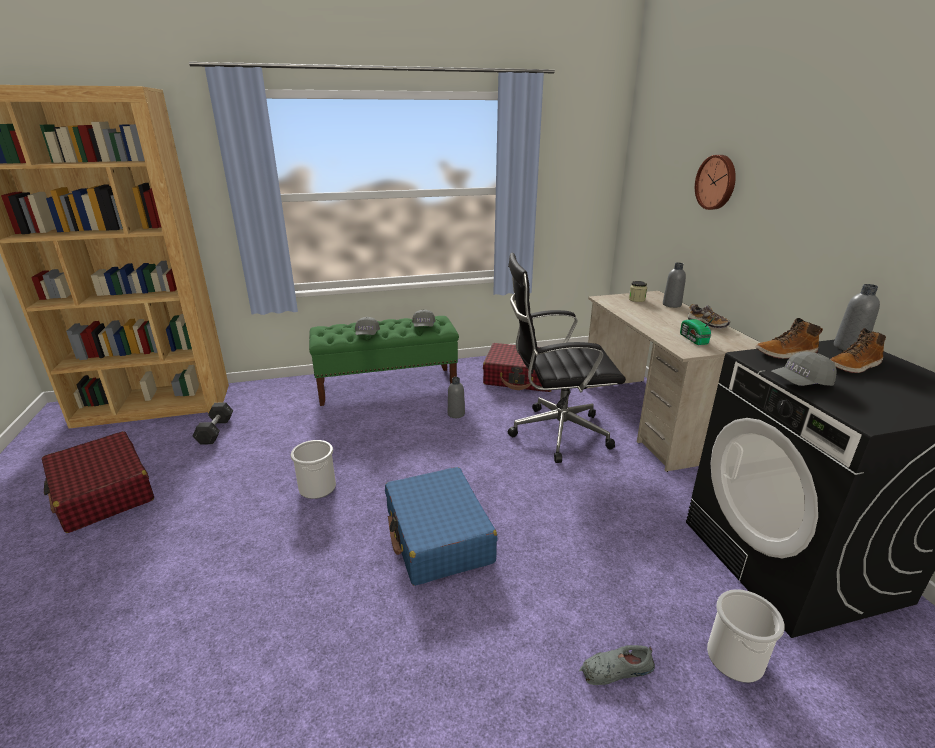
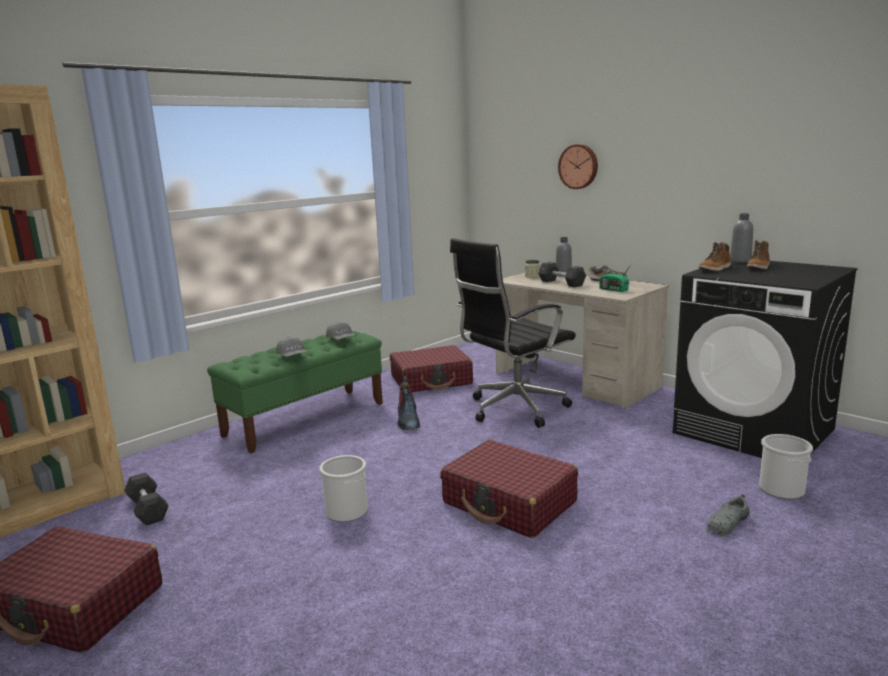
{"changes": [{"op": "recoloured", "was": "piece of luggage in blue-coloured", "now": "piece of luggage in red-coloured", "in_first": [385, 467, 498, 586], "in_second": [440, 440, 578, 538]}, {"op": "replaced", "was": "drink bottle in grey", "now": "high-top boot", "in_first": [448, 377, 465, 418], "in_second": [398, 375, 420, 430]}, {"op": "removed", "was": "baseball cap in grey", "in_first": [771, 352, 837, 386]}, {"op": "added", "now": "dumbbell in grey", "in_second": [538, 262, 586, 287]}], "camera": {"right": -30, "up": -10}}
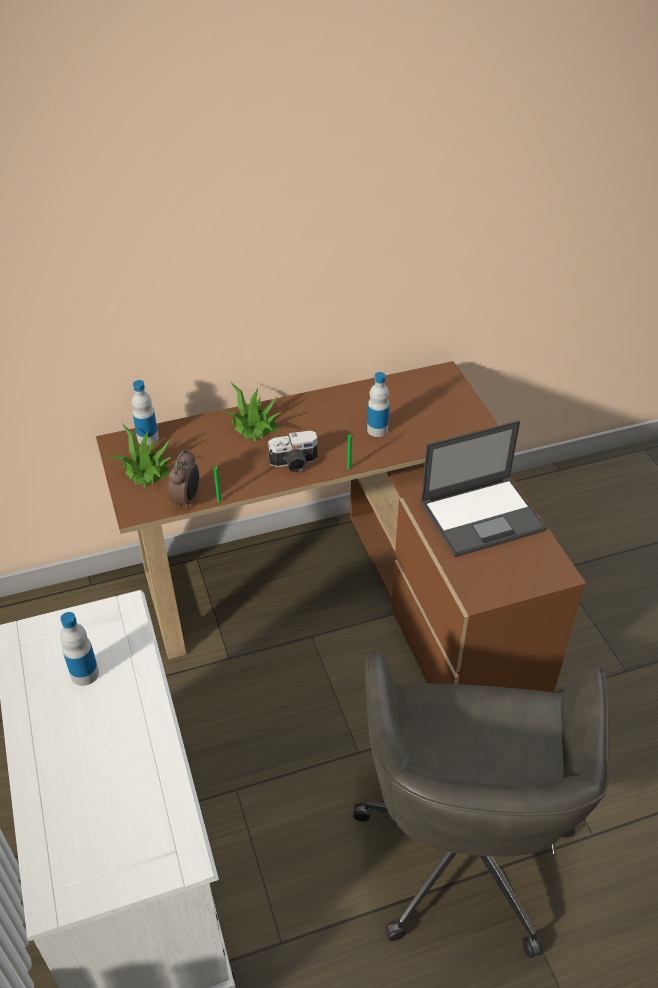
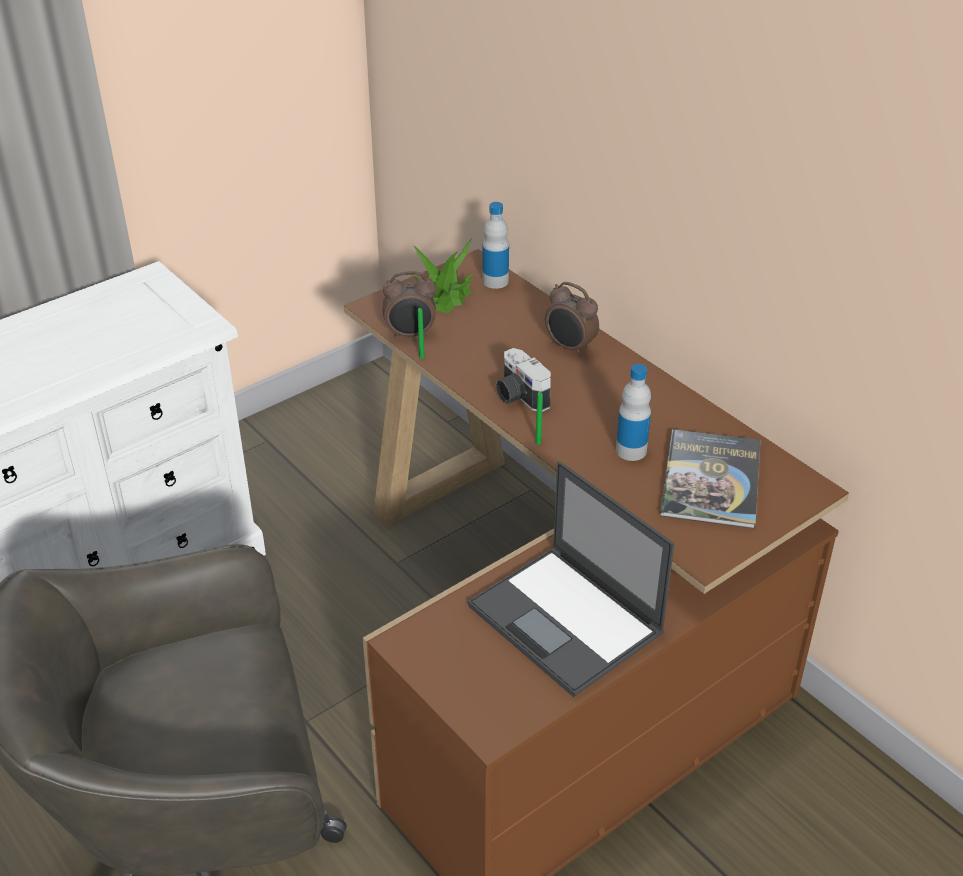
{"changes": [{"op": "removed", "was": "drink bottle", "in_first": [60, 612, 99, 686]}, {"op": "replaced", "was": "houseplant", "now": "table clock", "in_first": [220, 381, 281, 442], "in_second": [545, 282, 599, 356]}, {"op": "added", "now": "book", "in_second": [660, 429, 760, 529]}], "camera": {"right": 70, "up": -5}}
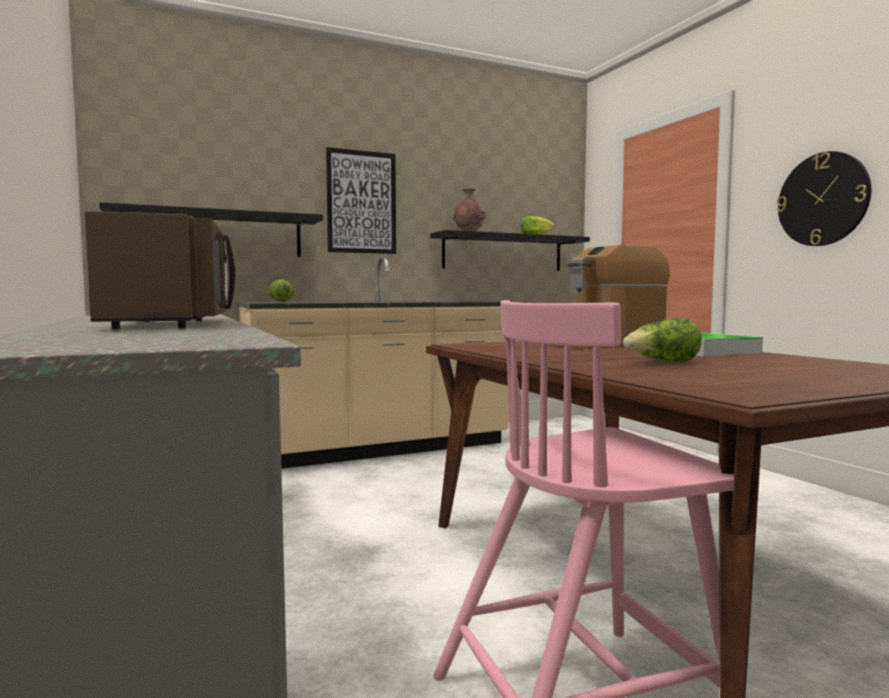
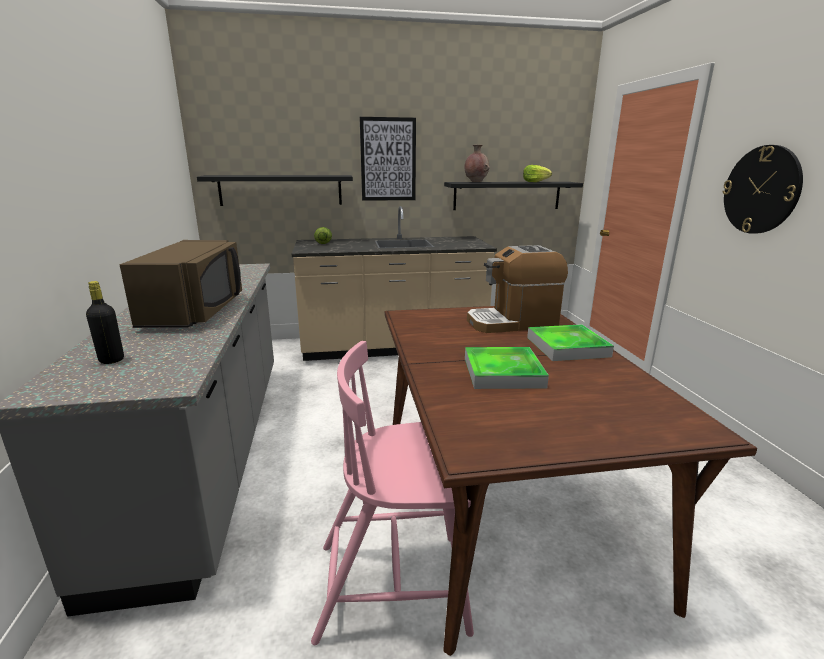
{"changes": [{"op": "replaced", "was": "lettuce", "now": "carrying tray", "in_first": [623, 318, 702, 362], "in_second": [465, 347, 549, 389]}, {"op": "added", "now": "drink bottle in black-coloured", "in_second": [86, 281, 124, 364]}], "camera": {"right": 15, "up": 15}}
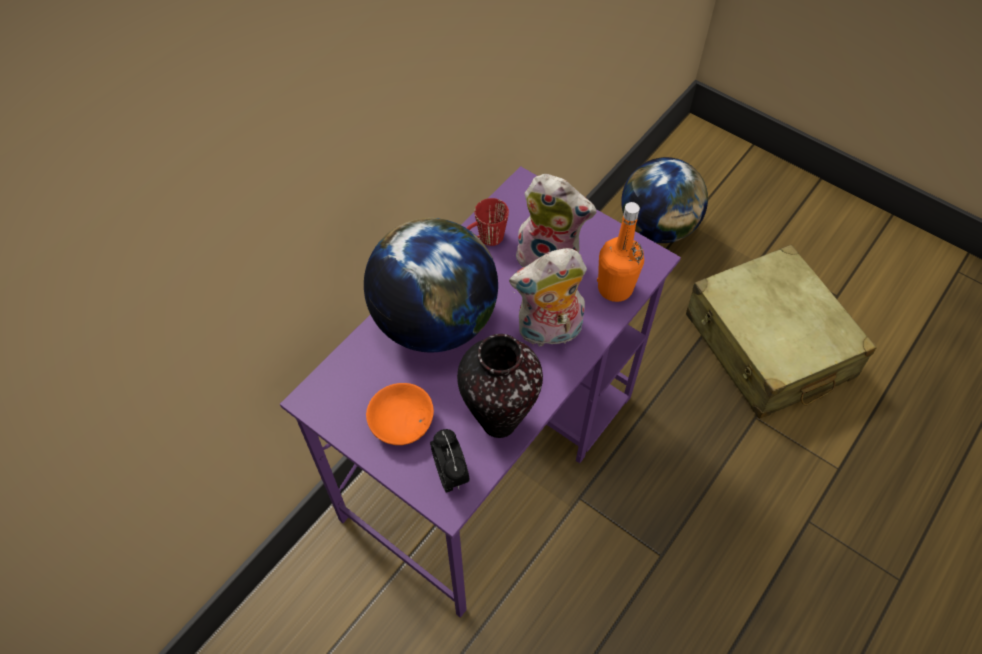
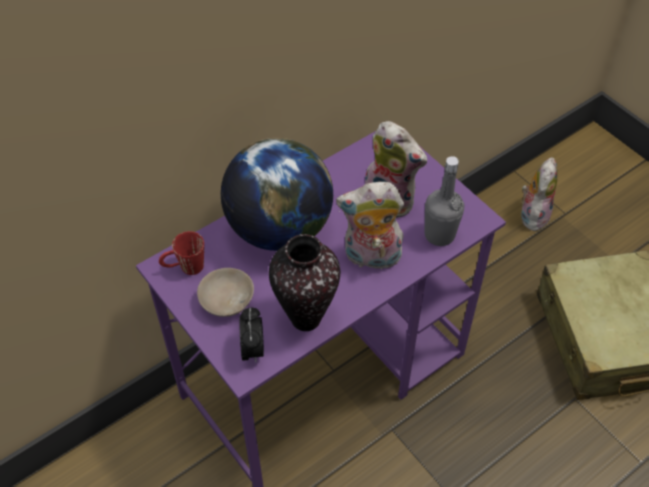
{"changes": [{"op": "recoloured", "was": "serving bowl in orange", "now": "serving bowl in beige", "in_first": [366, 383, 434, 445], "in_second": [197, 268, 254, 317]}, {"op": "moved", "was": "coffee mug in red-coloured", "in_first": [467, 198, 509, 246], "in_second": [159, 231, 204, 275]}, {"op": "recoloured", "was": "drink bottle in orange", "now": "drink bottle in grey", "in_first": [597, 202, 644, 302], "in_second": [425, 156, 464, 246]}, {"op": "replaced", "was": "world globe", "now": "plush toy", "in_first": [621, 157, 708, 243], "in_second": [521, 157, 558, 231]}], "camera": {"right": 15, "up": -5}}
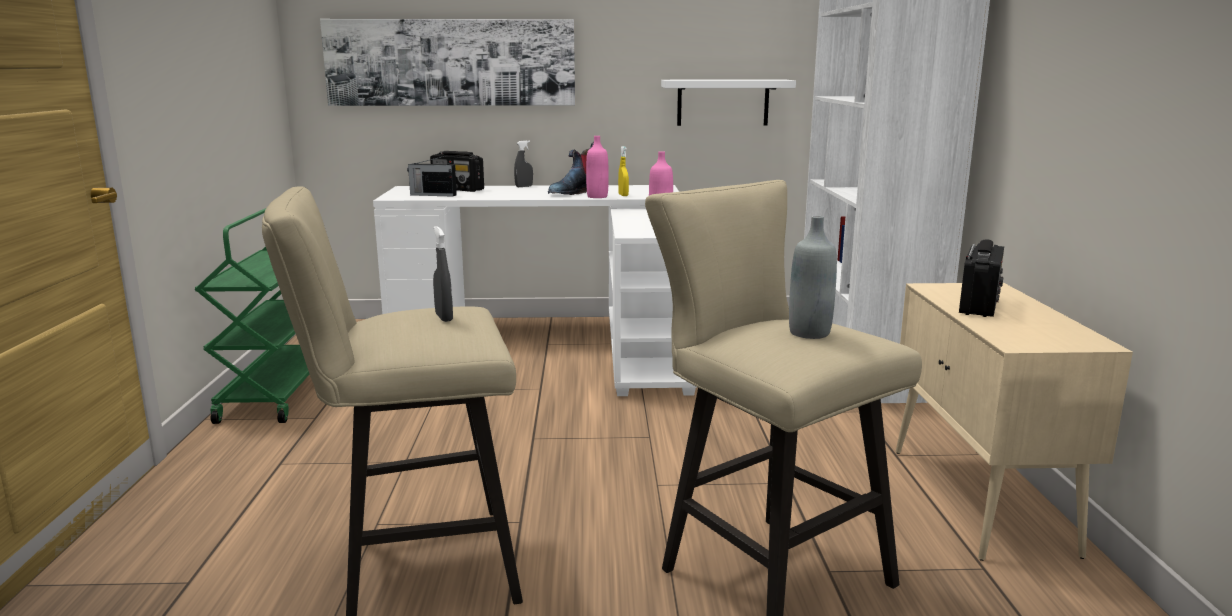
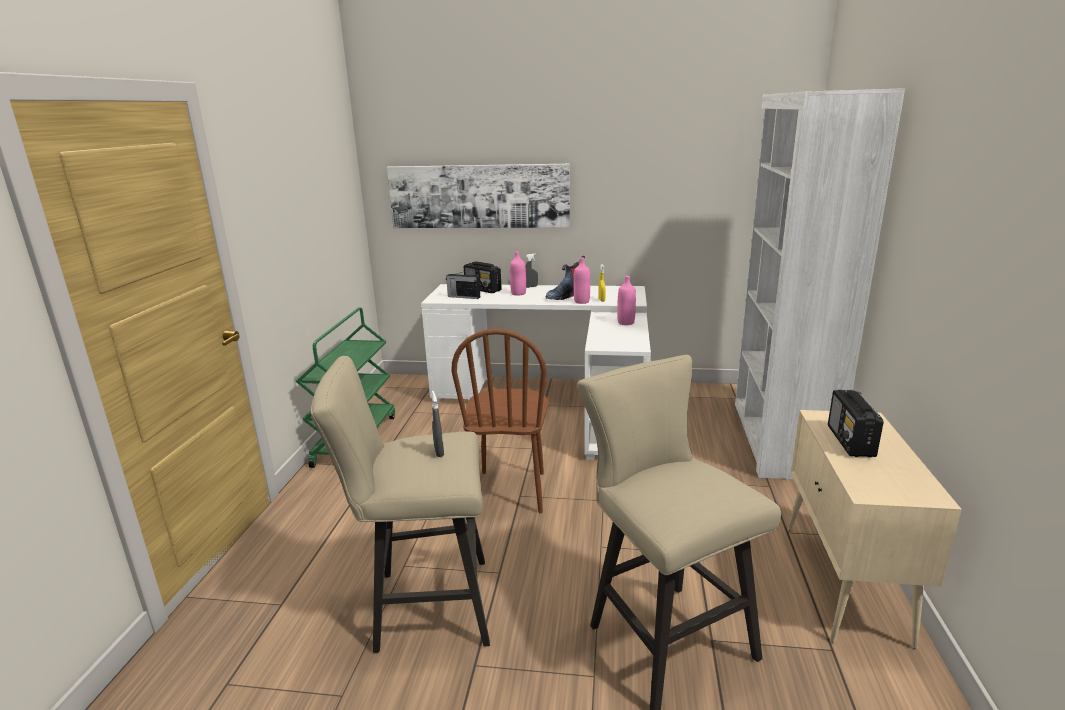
{"changes": [{"op": "removed", "was": "wall shelf in whitish", "in_first": [661, 80, 796, 126]}, {"op": "removed", "was": "drink bottle in grey", "in_first": [789, 216, 837, 339]}, {"op": "turned", "was": "radio", "in_first": [959, 240, 1004, 317], "in_second": [828, 390, 884, 458], "clockwise": 150}, {"op": "added", "now": "chair in brown", "in_second": [452, 329, 549, 513]}, {"op": "added", "now": "drink bottle in pinkish", "in_second": [510, 251, 526, 296]}], "camera": {"right": 10, "up": 5}}
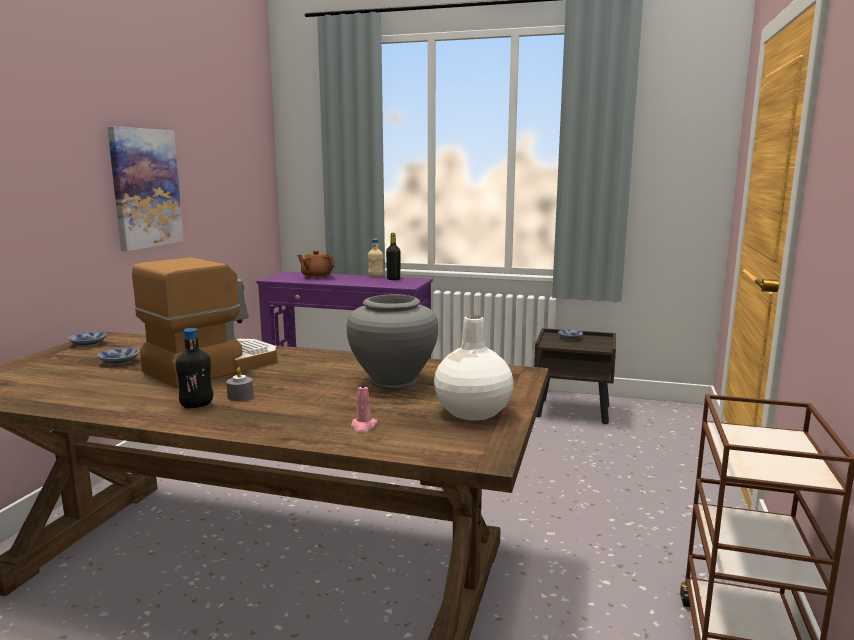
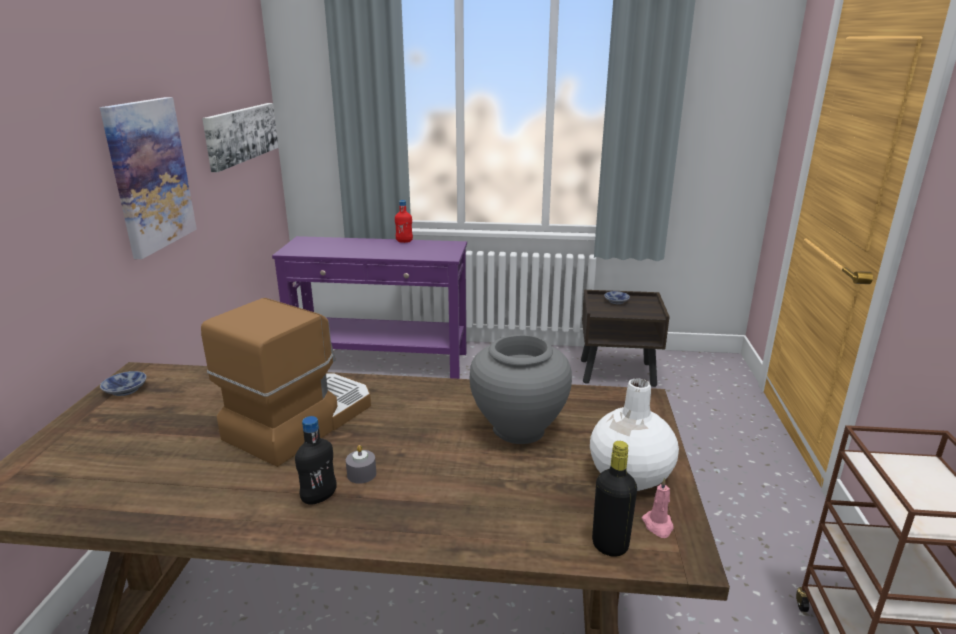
{"changes": [{"op": "removed", "was": "serving bowl", "in_first": [97, 348, 140, 365]}, {"op": "removed", "was": "tea pot in brown", "in_first": [297, 251, 335, 279]}, {"op": "moved", "was": "wax candle in pinkish", "in_first": [351, 378, 378, 432], "in_second": [642, 477, 674, 538]}, {"op": "recoloured", "was": "drink bottle in beige", "now": "drink bottle in red-coloured", "in_first": [368, 239, 384, 277], "in_second": [395, 200, 413, 243]}, {"op": "moved", "was": "drink bottle in black-coloured", "in_first": [386, 233, 400, 280], "in_second": [592, 441, 637, 557]}, {"op": "added", "now": "picture", "in_second": [202, 103, 278, 172]}], "camera": {"right": -10, "up": 10}}
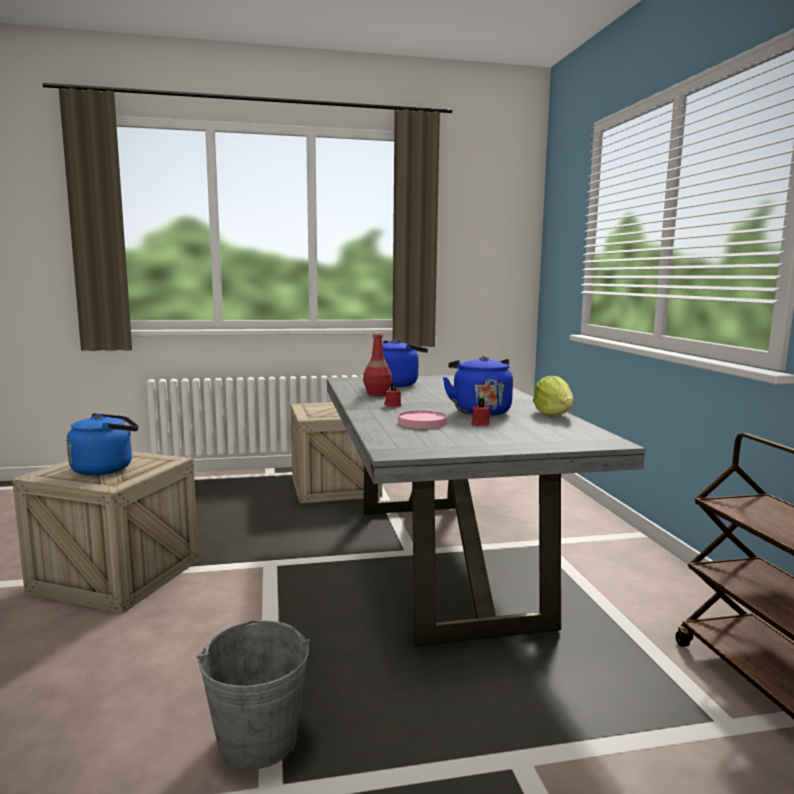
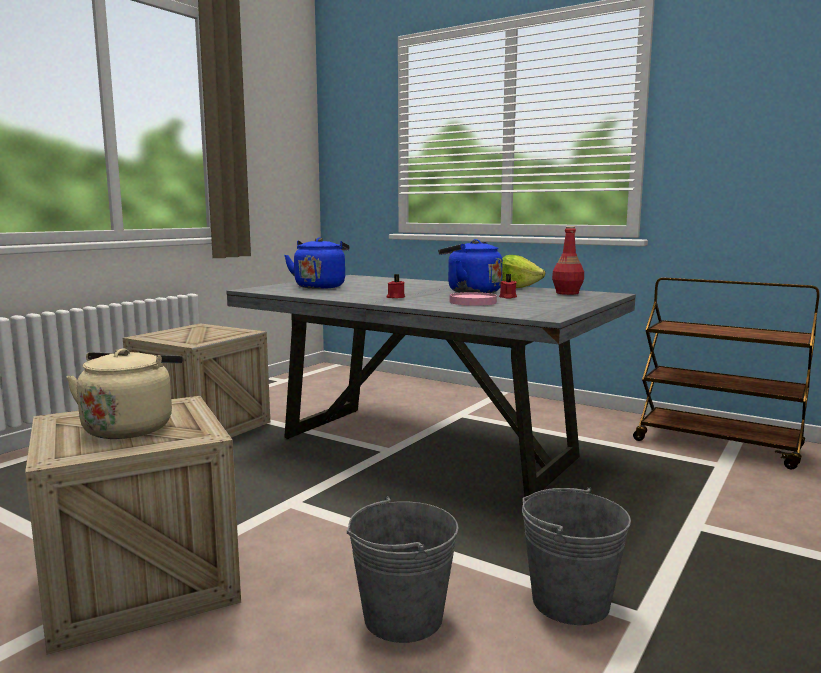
{"changes": [{"op": "recoloured", "was": "kettle in blue-coloured", "now": "kettle in beige", "in_first": [67, 413, 139, 475], "in_second": [66, 348, 183, 439]}, {"op": "moved", "was": "drink bottle in red-coloured", "in_first": [363, 332, 392, 396], "in_second": [552, 226, 584, 295]}, {"op": "added", "now": "pail in grey", "in_second": [347, 496, 459, 643]}], "camera": {"right": -45, "up": 0}}
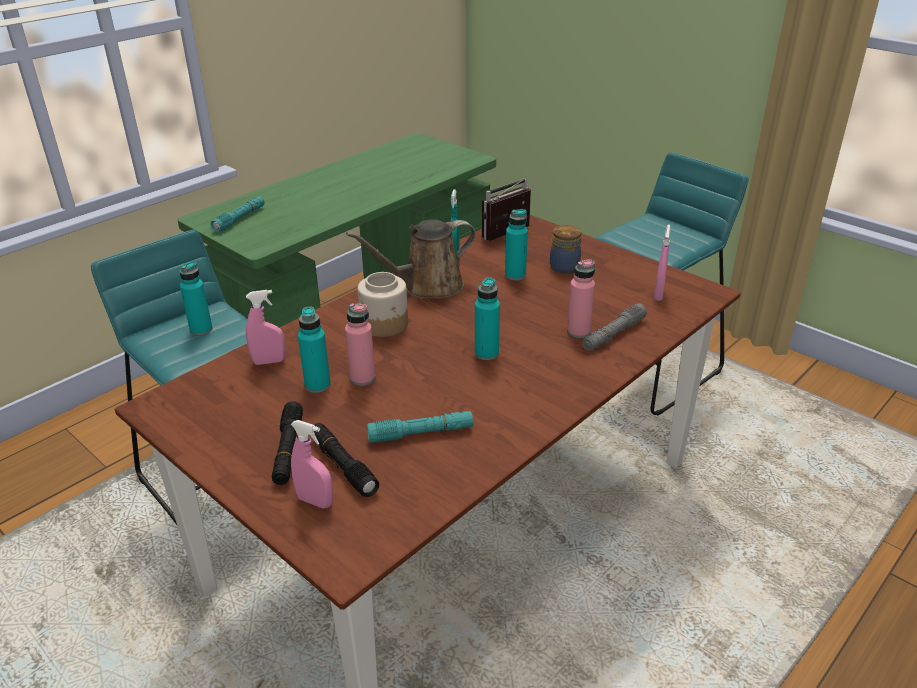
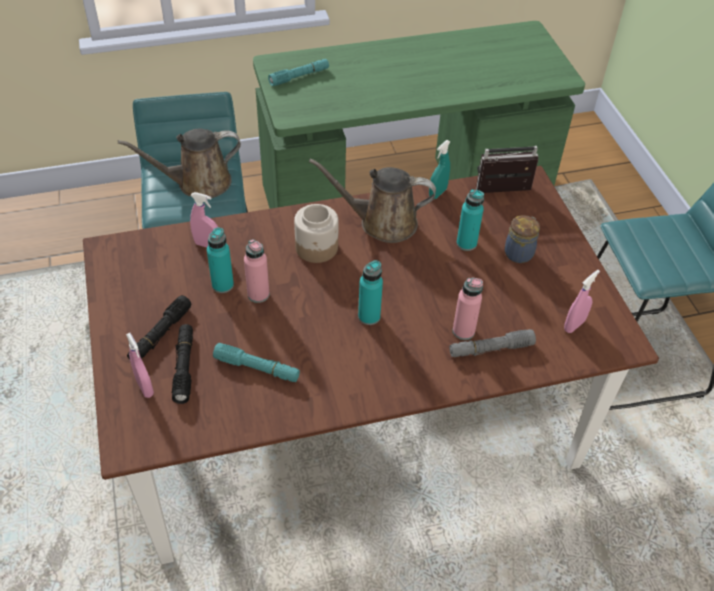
{"changes": [{"op": "replaced", "was": "drink bottle in turquoise", "now": "sprinkling can in brown", "in_first": [180, 261, 213, 336], "in_second": [118, 129, 241, 198]}], "camera": {"right": 30, "up": 15}}
